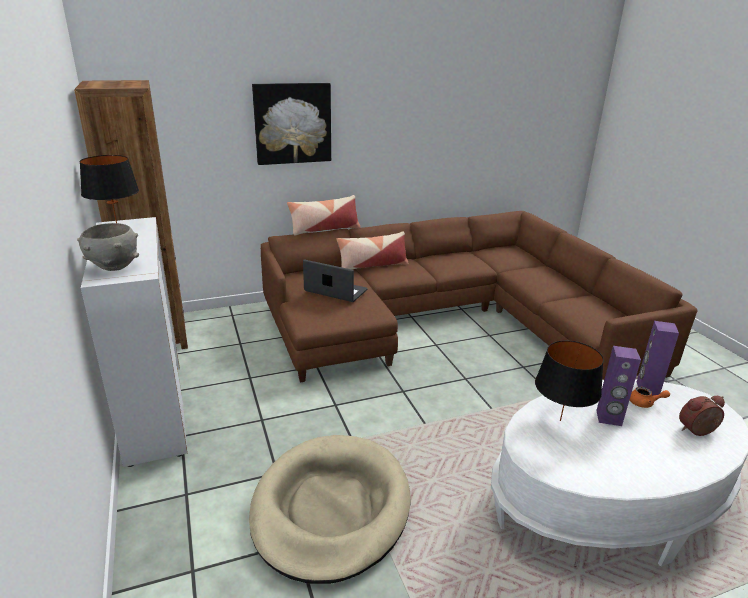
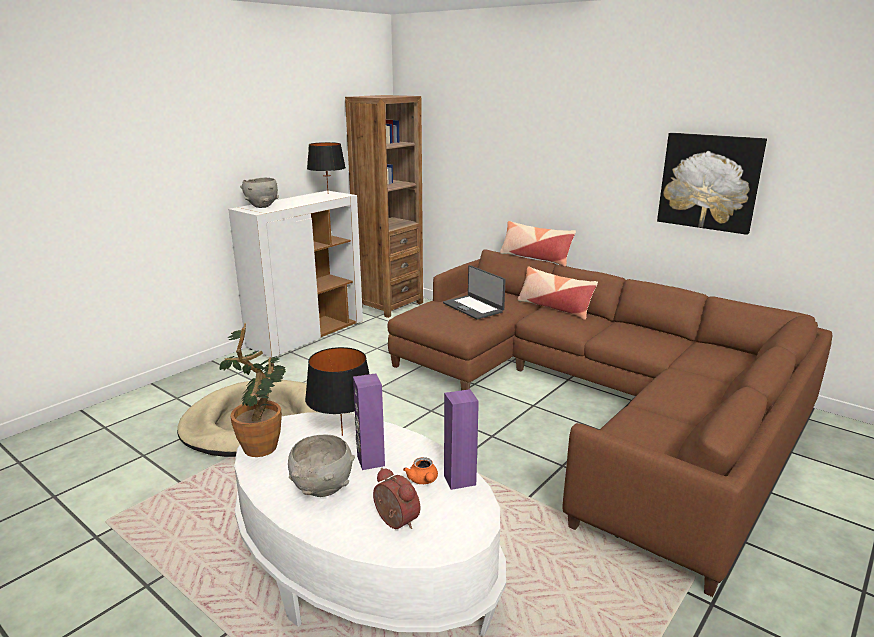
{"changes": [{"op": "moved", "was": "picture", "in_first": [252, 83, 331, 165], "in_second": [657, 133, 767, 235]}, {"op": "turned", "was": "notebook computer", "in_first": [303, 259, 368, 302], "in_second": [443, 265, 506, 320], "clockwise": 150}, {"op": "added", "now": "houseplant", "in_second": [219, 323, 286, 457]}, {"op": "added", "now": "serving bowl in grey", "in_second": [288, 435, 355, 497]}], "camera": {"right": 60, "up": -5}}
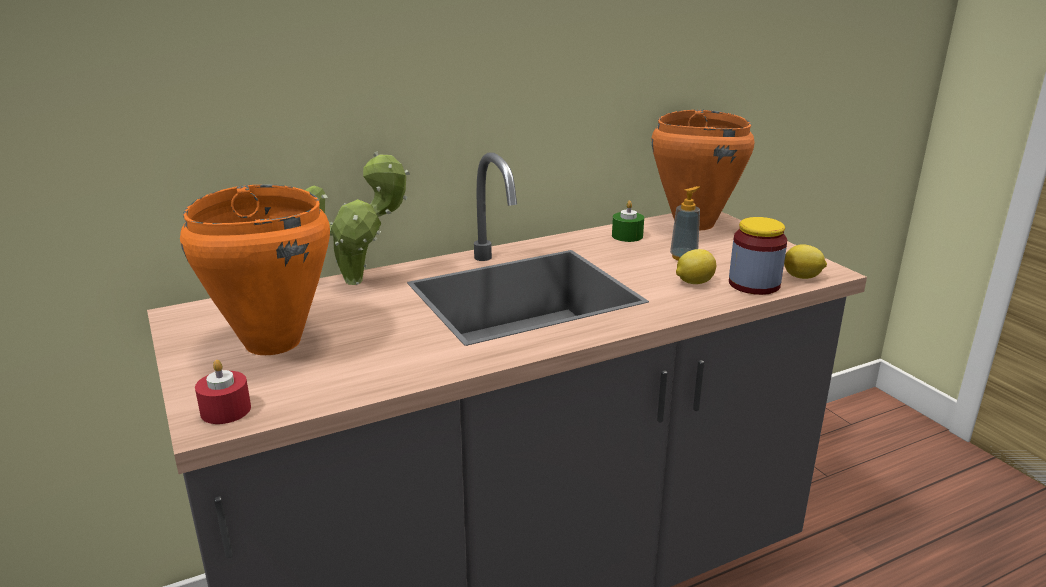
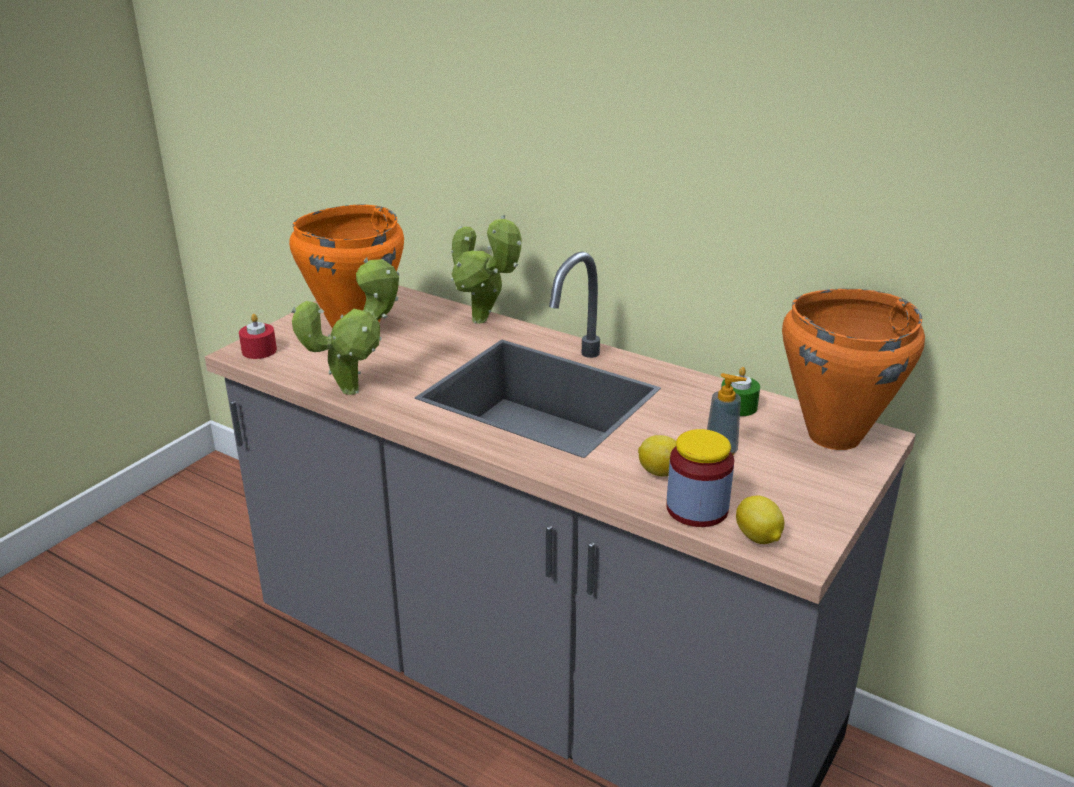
{"changes": [{"op": "added", "now": "houseplant", "in_second": [291, 257, 399, 395]}], "camera": {"right": 60, "up": 5}}
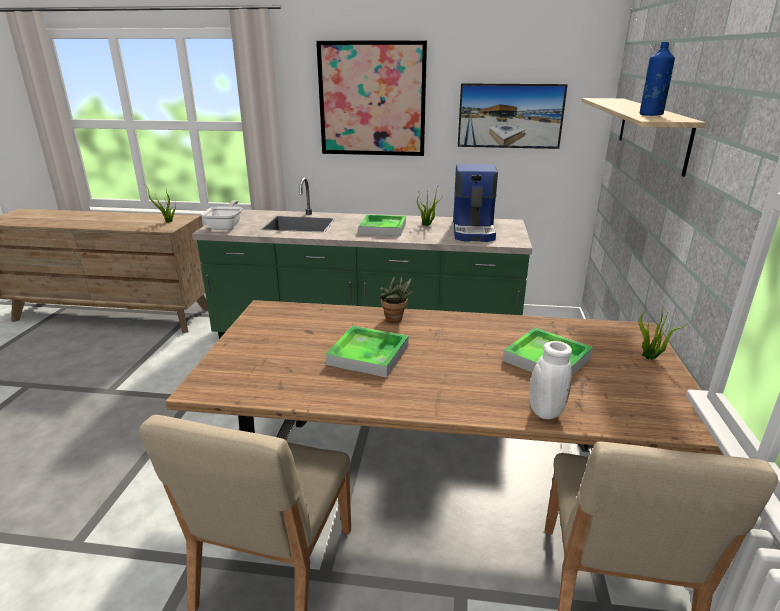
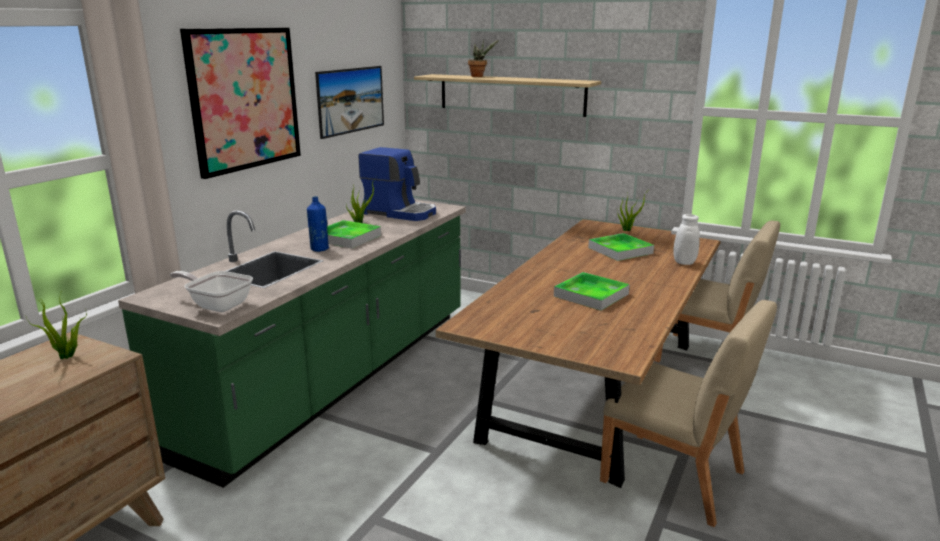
{"changes": [{"op": "moved", "was": "houseplant", "in_first": [379, 275, 414, 322], "in_second": [468, 39, 499, 77]}, {"op": "moved", "was": "drink bottle in blue-coloured", "in_first": [640, 42, 675, 116], "in_second": [307, 196, 329, 252]}], "camera": {"right": -70, "up": -5}}
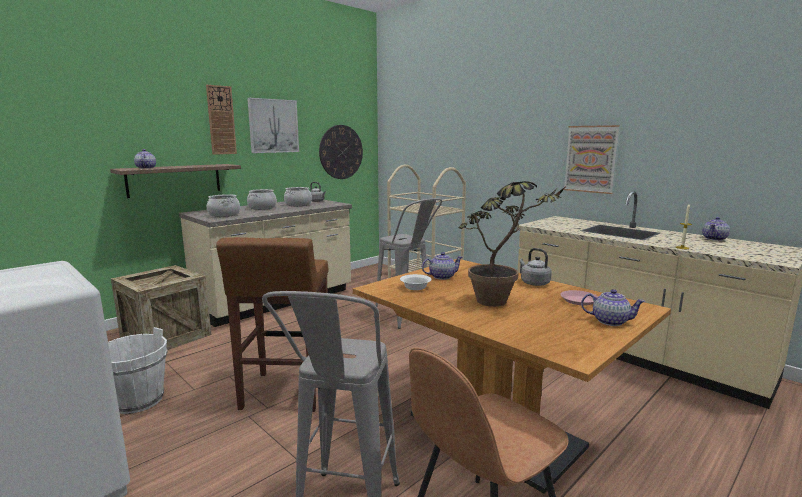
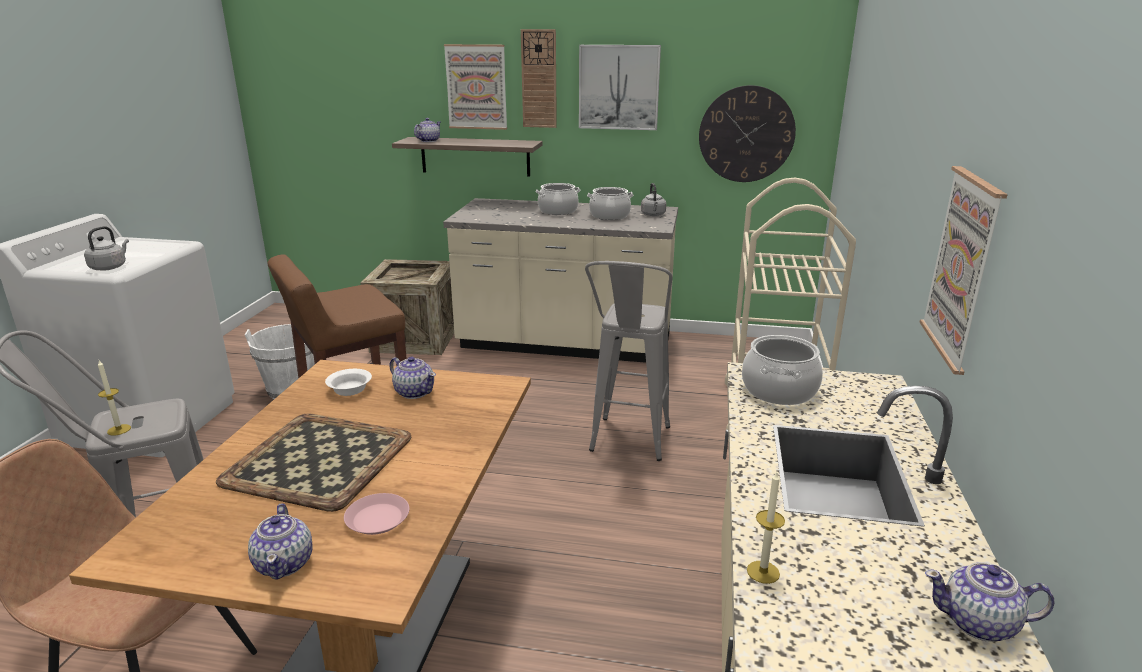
{"changes": [{"op": "moved", "was": "saucepot", "in_first": [207, 194, 240, 217], "in_second": [742, 335, 823, 405]}, {"op": "replaced", "was": "houseplant", "now": "carrying tray", "in_first": [459, 181, 566, 307], "in_second": [216, 413, 411, 512]}, {"op": "moved", "was": "kettle in grey", "in_first": [520, 248, 552, 286], "in_second": [84, 226, 129, 271]}, {"op": "added", "now": "wax candle", "in_second": [98, 360, 131, 436]}, {"op": "added", "now": "picture", "in_second": [444, 44, 507, 130]}], "camera": {"right": 55, "up": 10}}
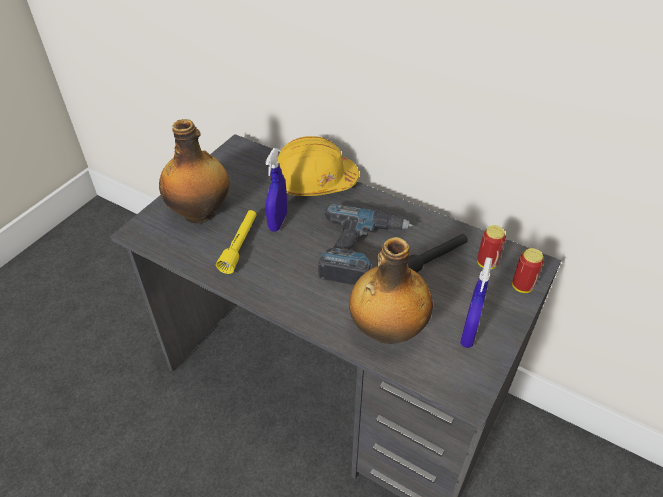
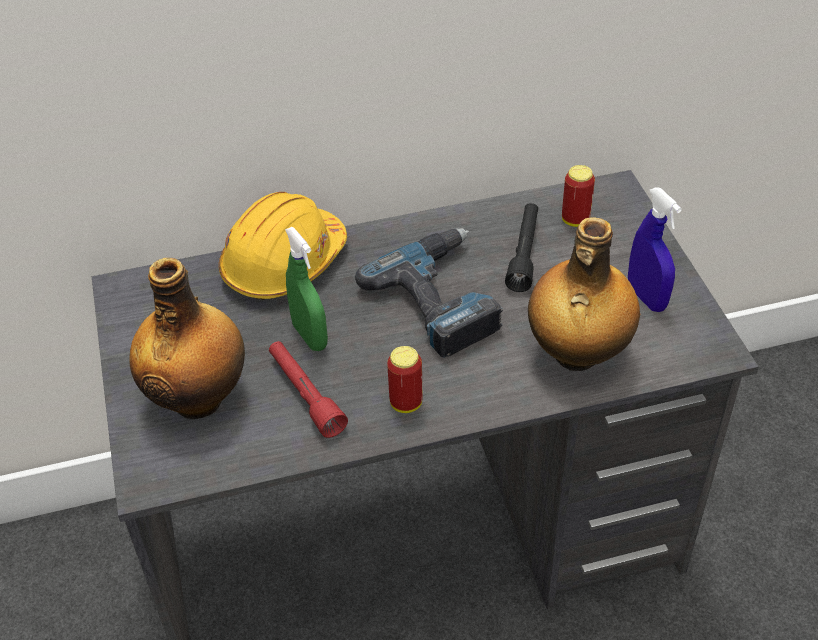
{"changes": [{"op": "recoloured", "was": "torch in yellowish", "now": "torch in red-coloured", "in_first": [216, 210, 257, 274], "in_second": [269, 341, 348, 438]}, {"op": "recoloured", "was": "sprayer in blue-coloured", "now": "sprayer in green", "in_first": [265, 148, 287, 232], "in_second": [285, 227, 328, 351]}, {"op": "moved", "was": "metal can", "in_first": [512, 248, 544, 293], "in_second": [387, 346, 423, 413]}], "camera": {"right": -45, "up": 0}}
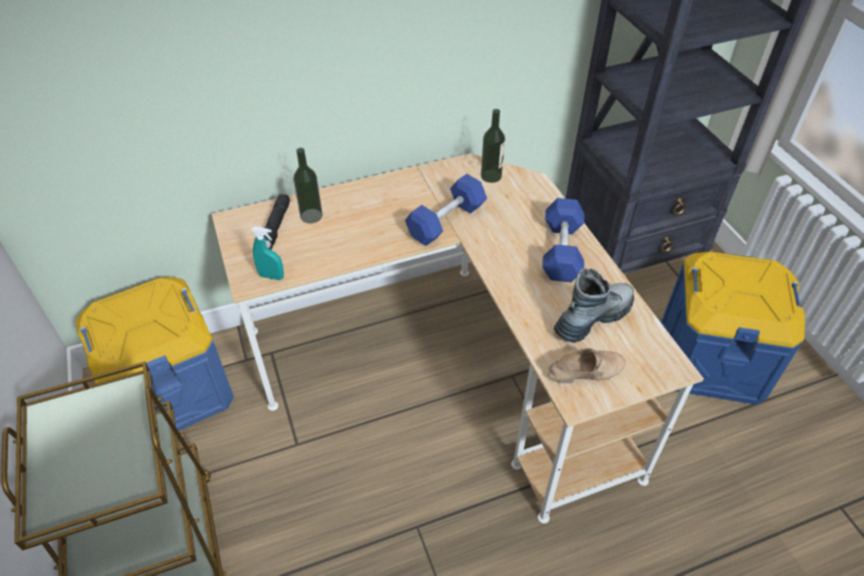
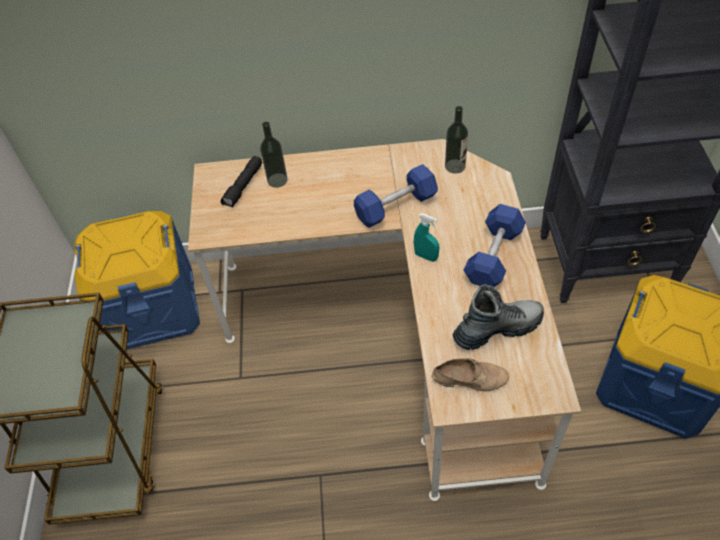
{"changes": [{"op": "moved", "was": "sprayer in turquoise", "in_first": [251, 226, 284, 280], "in_second": [414, 213, 439, 262]}], "camera": {"right": 20, "up": 5}}
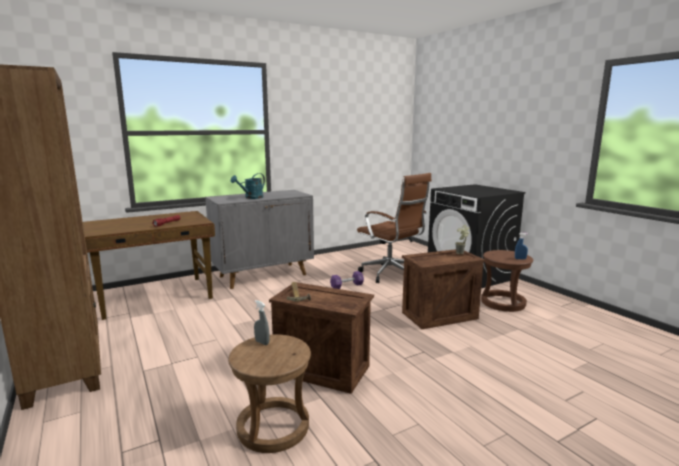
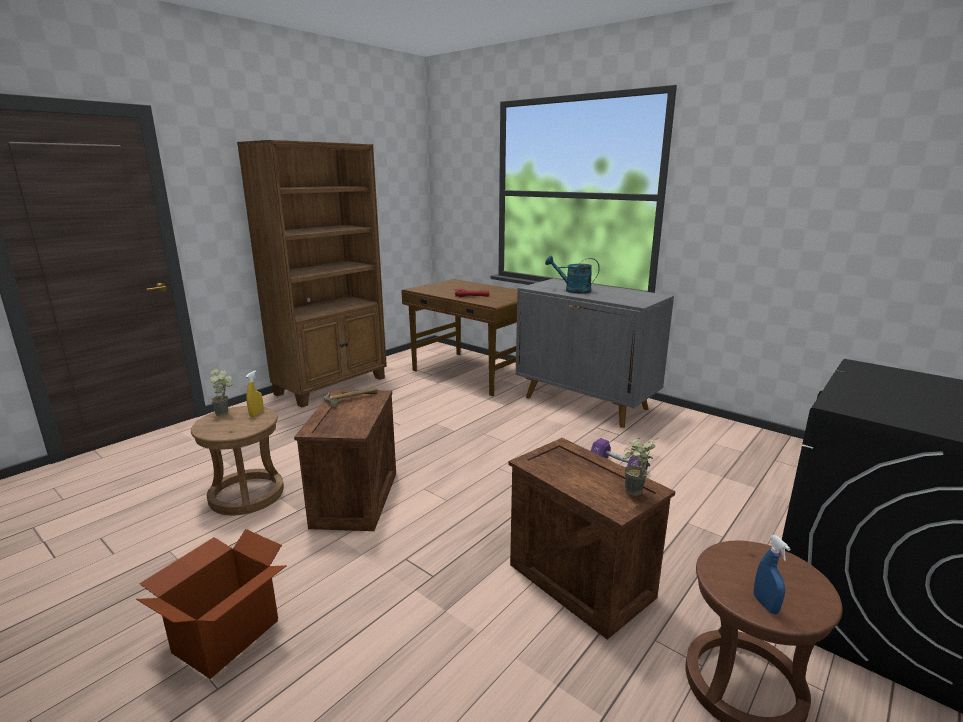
{"changes": [{"op": "recoloured", "was": "sprayer in grey", "now": "sprayer in yellowish", "in_first": [254, 300, 269, 345], "in_second": [246, 370, 264, 417]}, {"op": "removed", "was": "desk chair in brown", "in_first": [357, 173, 432, 283]}, {"op": "added", "now": "cardboard box", "in_second": [136, 529, 287, 679]}, {"op": "added", "now": "houseplant", "in_second": [210, 368, 233, 416]}], "camera": {"right": 70, "up": 5}}
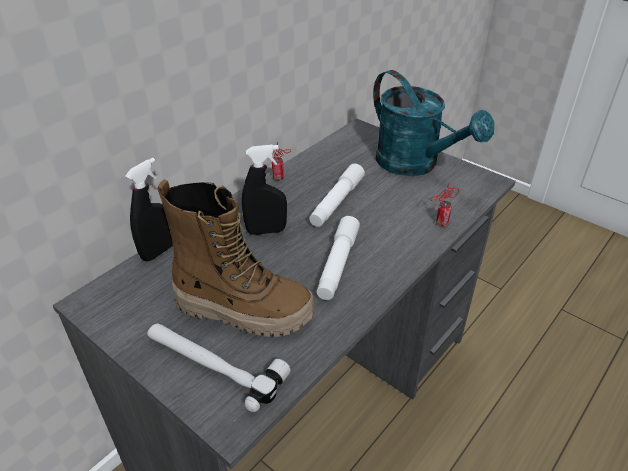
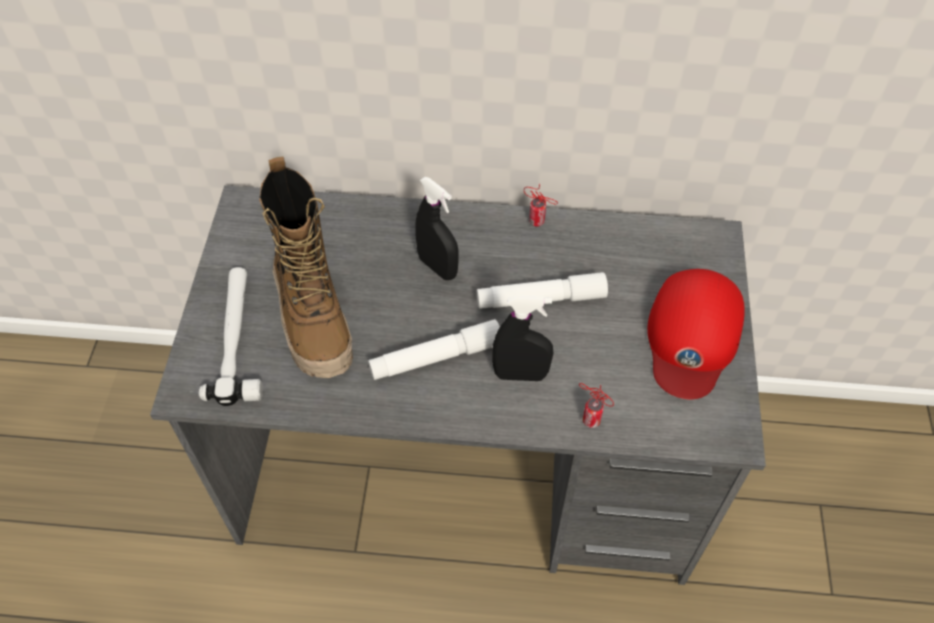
{"changes": [{"op": "moved", "was": "sprayer in black-coloured", "in_first": [125, 158, 173, 262], "in_second": [492, 295, 553, 381]}, {"op": "replaced", "was": "sprinkling can in turquoise", "now": "baseball cap in red-coloured", "in_first": [373, 70, 494, 176], "in_second": [647, 269, 745, 399]}], "camera": {"right": 55, "up": 15}}
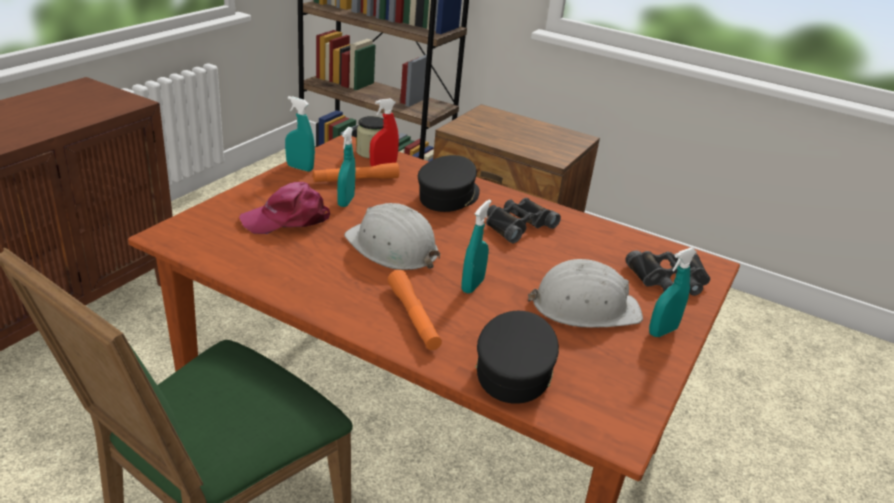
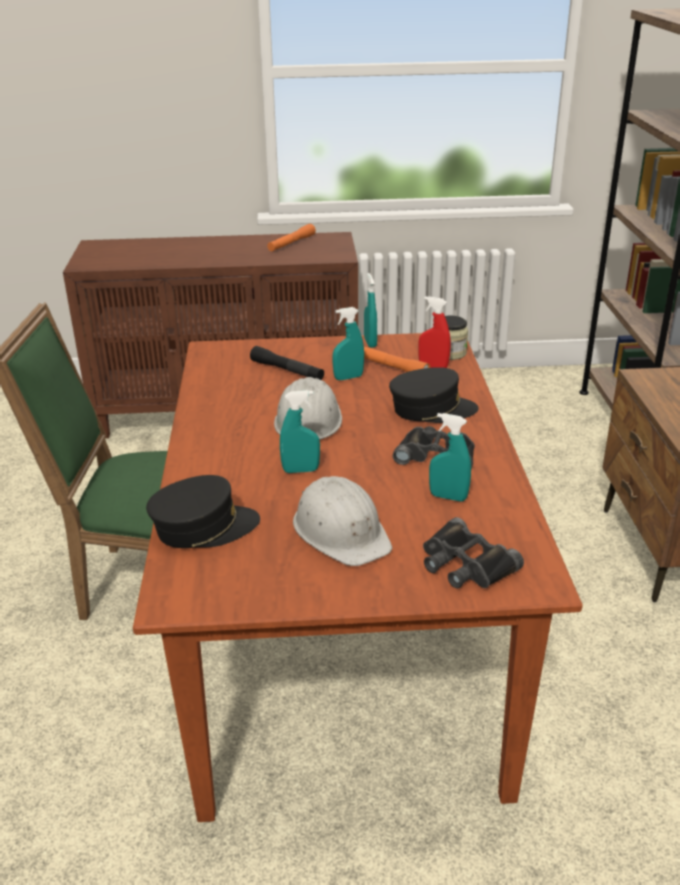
{"changes": [{"op": "replaced", "was": "baseball cap in pinkish", "now": "torch in black-coloured", "in_first": [239, 182, 330, 234], "in_second": [250, 346, 324, 380]}, {"op": "moved", "was": "torch in orange", "in_first": [388, 270, 442, 350], "in_second": [267, 224, 316, 251]}, {"op": "moved", "was": "sprayer in turquoise", "in_first": [649, 248, 697, 337], "in_second": [429, 413, 471, 502]}], "camera": {"right": 60, "up": 0}}
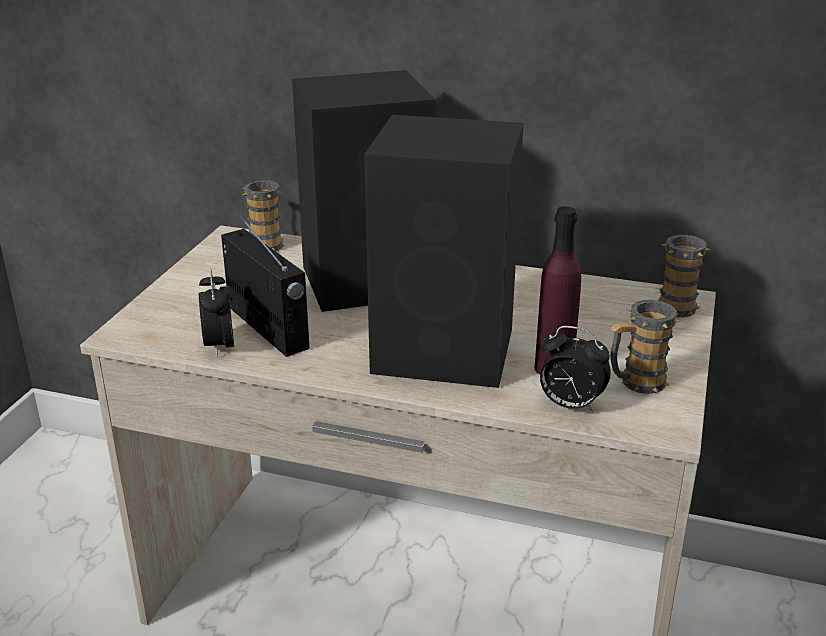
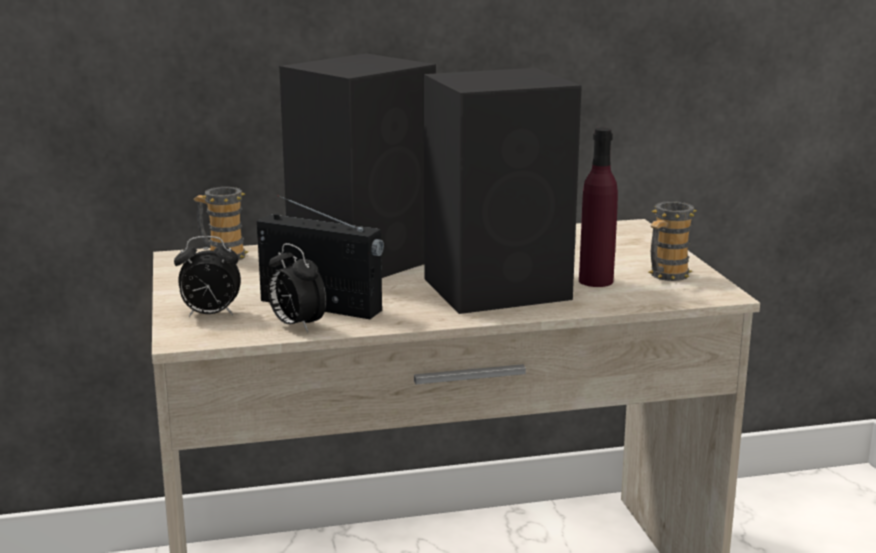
{"changes": [{"op": "moved", "was": "table clock", "in_first": [540, 326, 611, 413], "in_second": [174, 236, 241, 317]}, {"op": "removed", "was": "coffee mug", "in_first": [658, 235, 710, 317]}], "camera": {"right": -30, "up": -10}}
